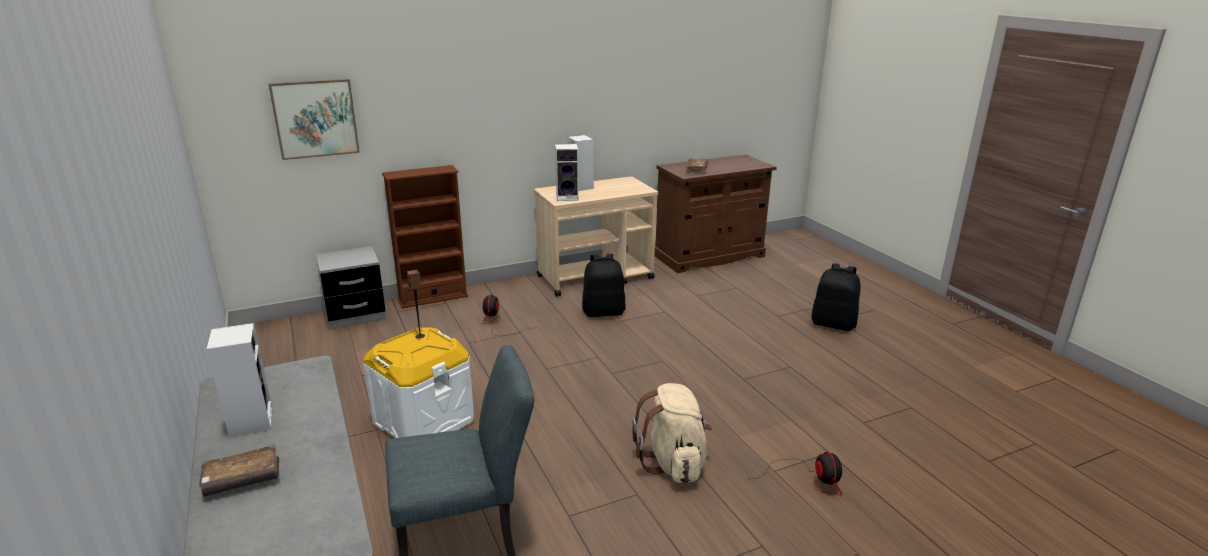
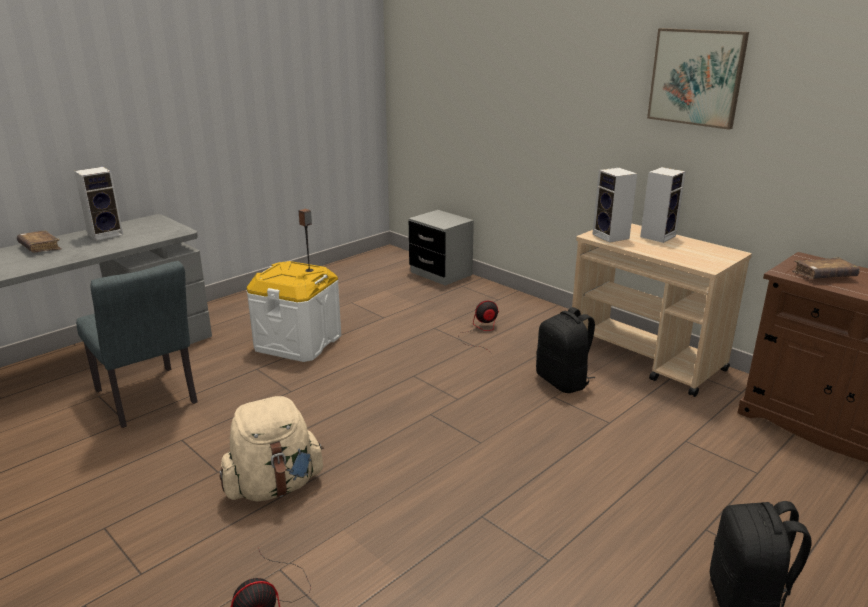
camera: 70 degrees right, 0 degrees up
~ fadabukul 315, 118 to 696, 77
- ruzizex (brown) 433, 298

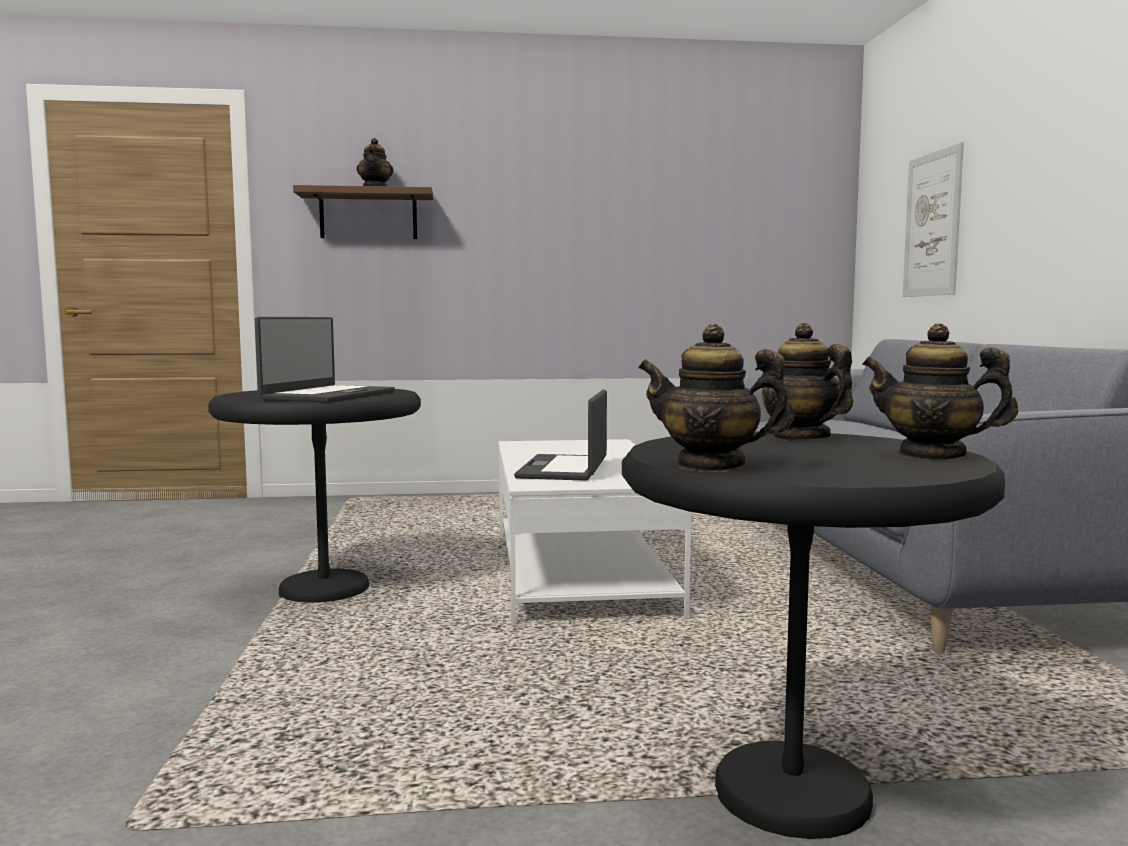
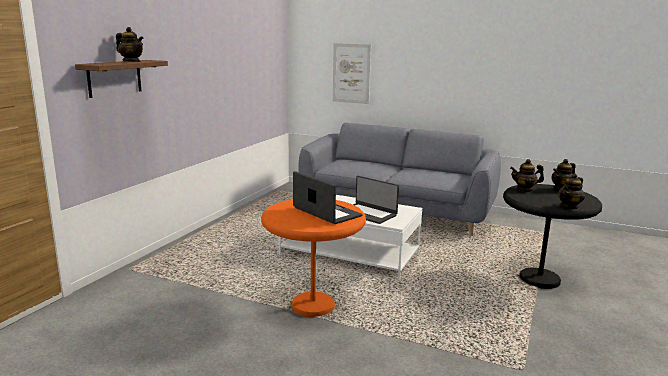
camera: 60 degrees left, 10 degrees up
~ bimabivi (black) 324, 590 to bimabivi (orange) 313, 306

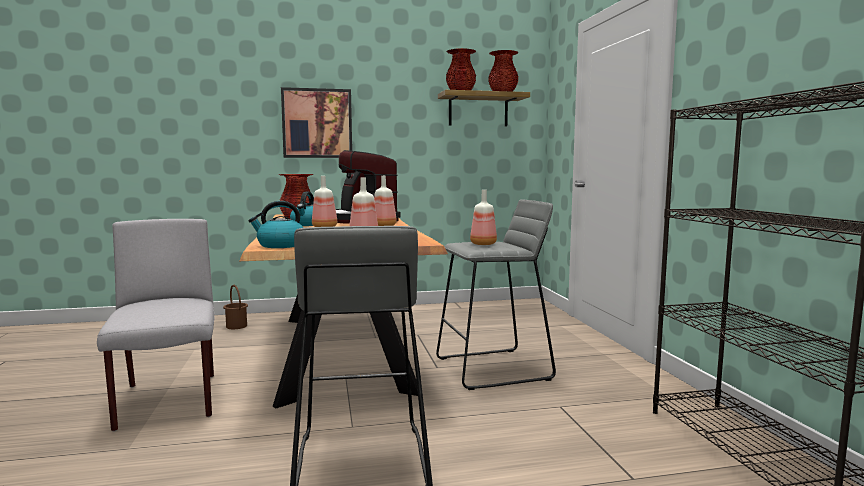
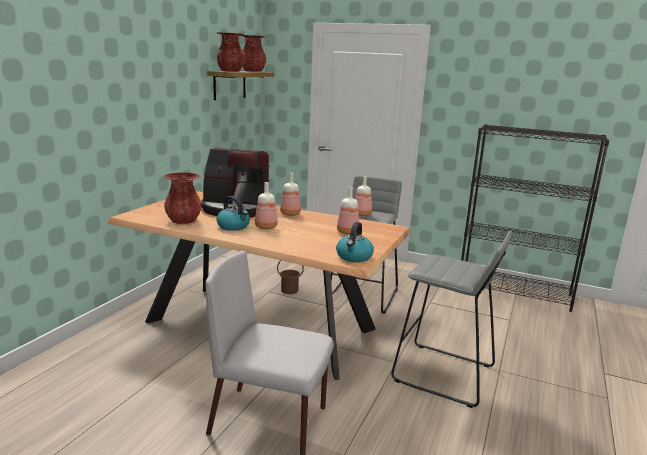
camera: 55 degrees left, 10 degrees up
~ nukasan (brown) 237, 326 to 289, 290
- fadabukul 317, 123

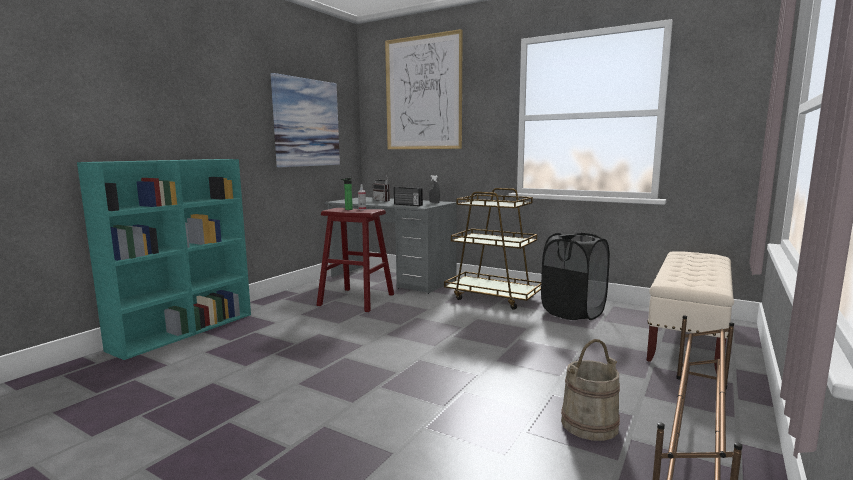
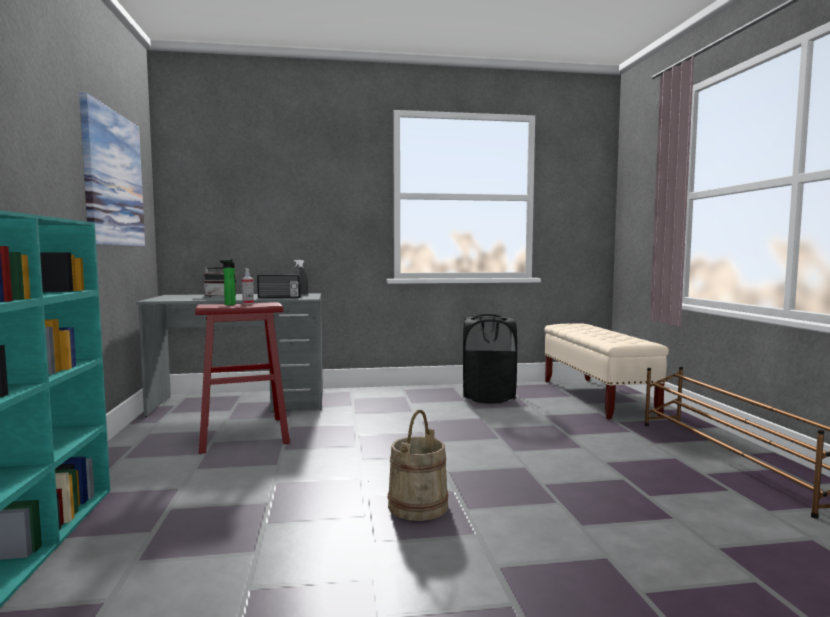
camera: 40 degrees left, 5 degrees down
~ nukasan (beige) 589, 424 to 417, 506
- fadabukul 423, 93
- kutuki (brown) 493, 297

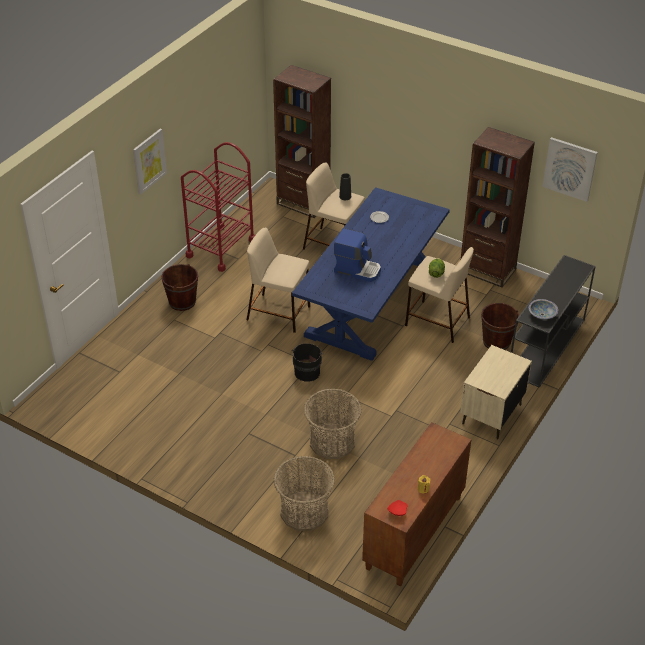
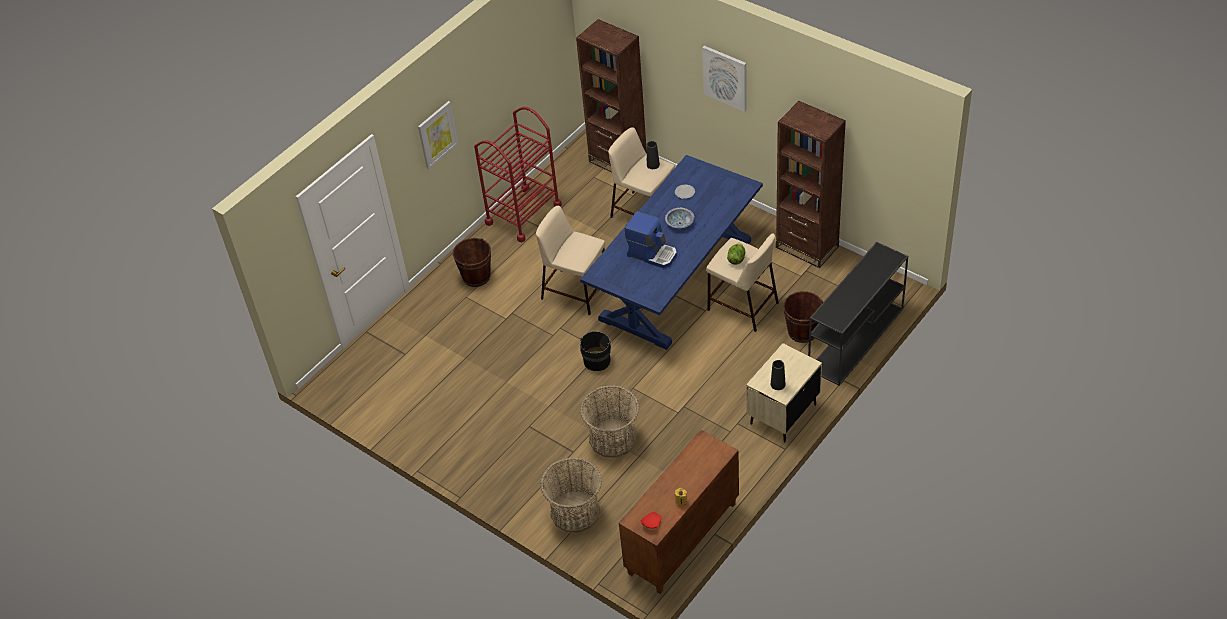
camera: 10 degrees right, 5 degrees up
~ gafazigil 542, 314 to 679, 223
~ fadabukul 570, 168 to 725, 77
+ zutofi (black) 778, 384

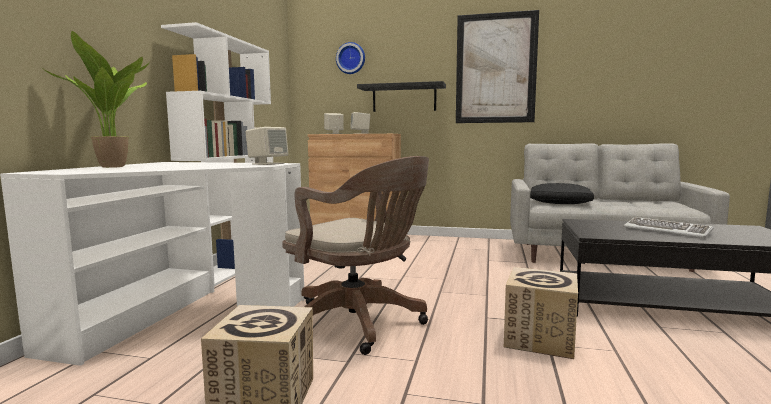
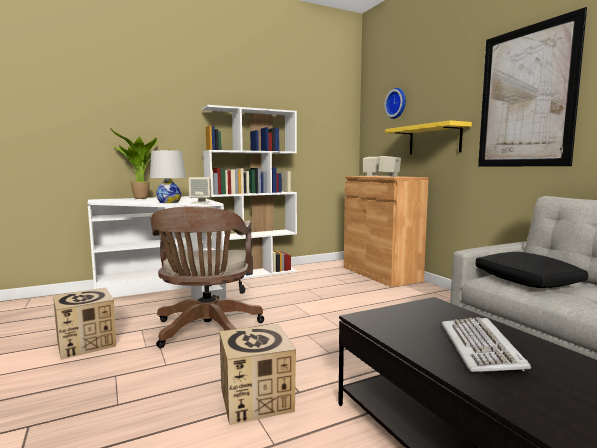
camera: 50 degrees right, 0 degrees up
+ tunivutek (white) 169, 202
~ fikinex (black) 404, 98 to fikinex (yellow) 434, 139

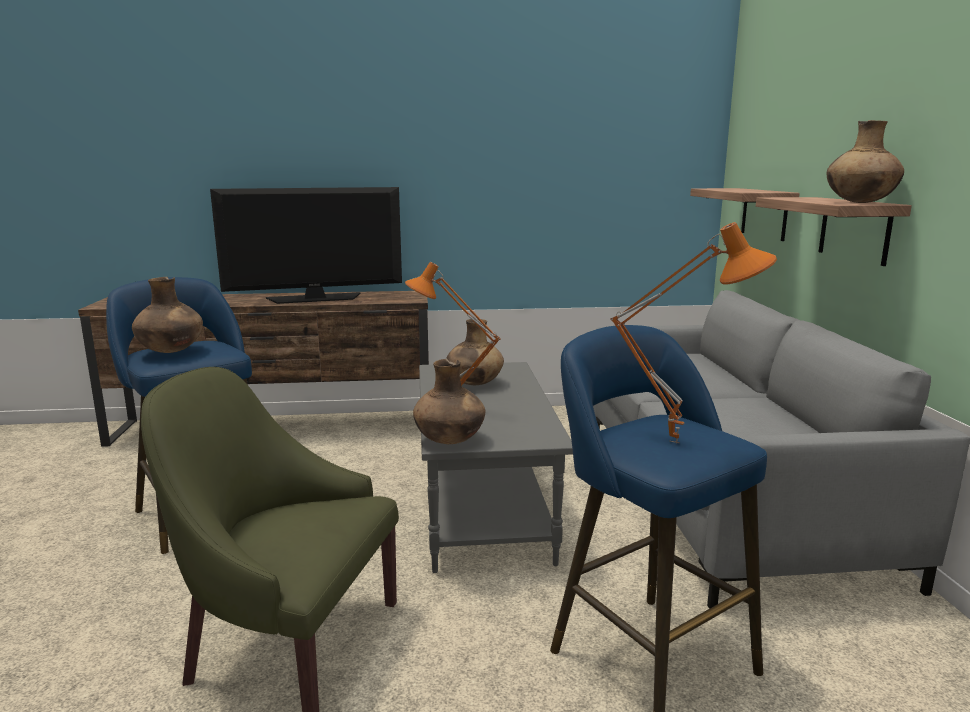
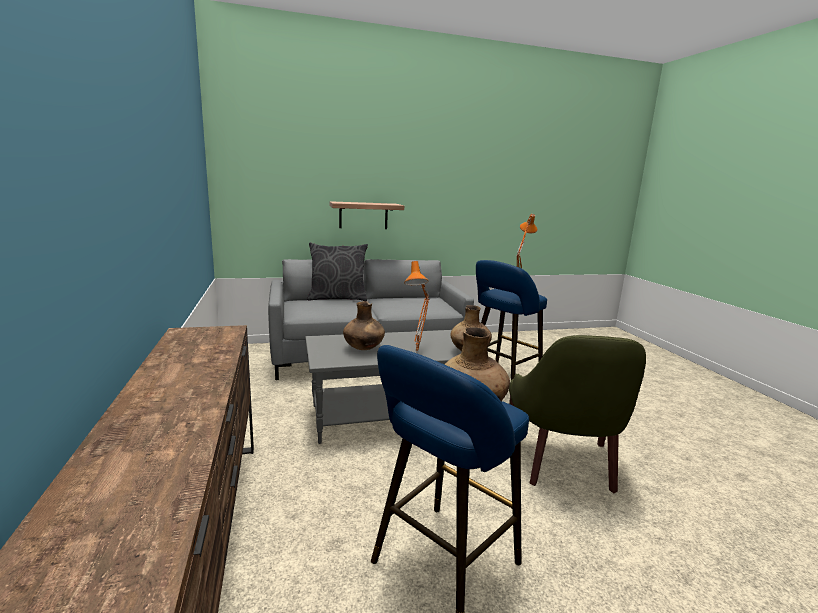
camera: 100 degrees left, 0 degrees up
+ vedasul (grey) 337, 298
- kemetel 315, 298
- fikinex 764, 213
- zutofi (brown) 859, 202

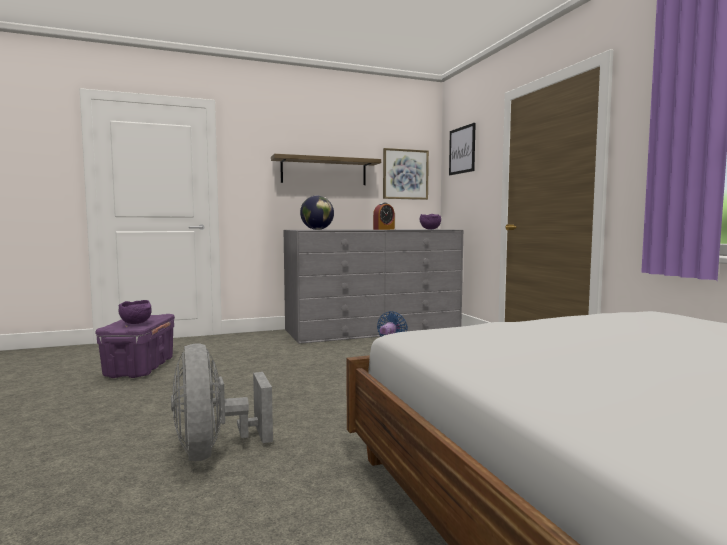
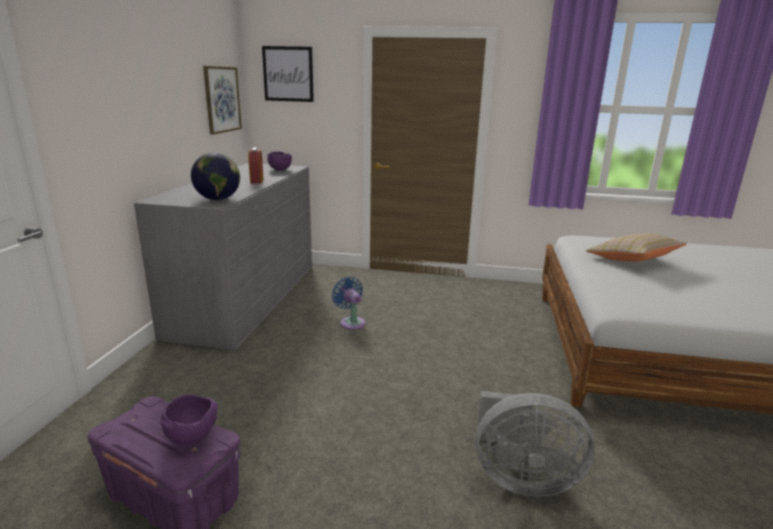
camera: 60 degrees left, 15 degrees up
+ vedasul (beige) 632, 260
- fikinex 324, 171

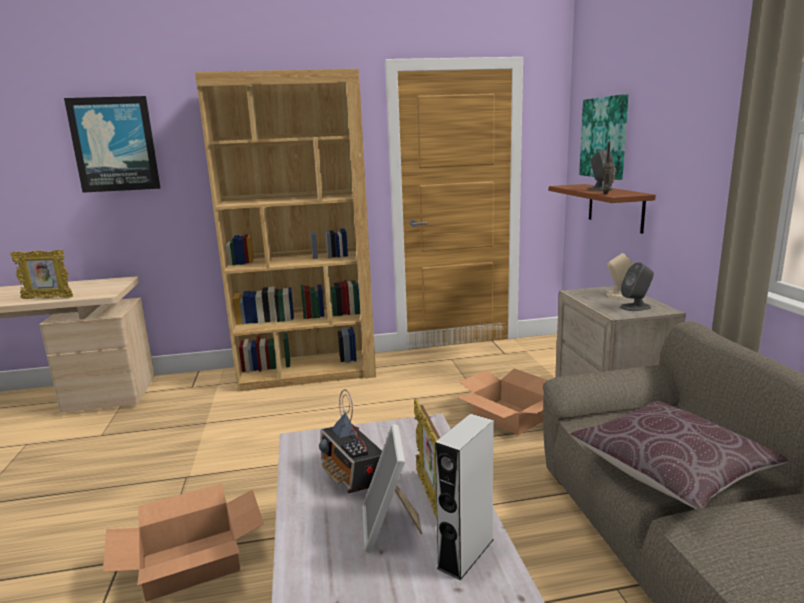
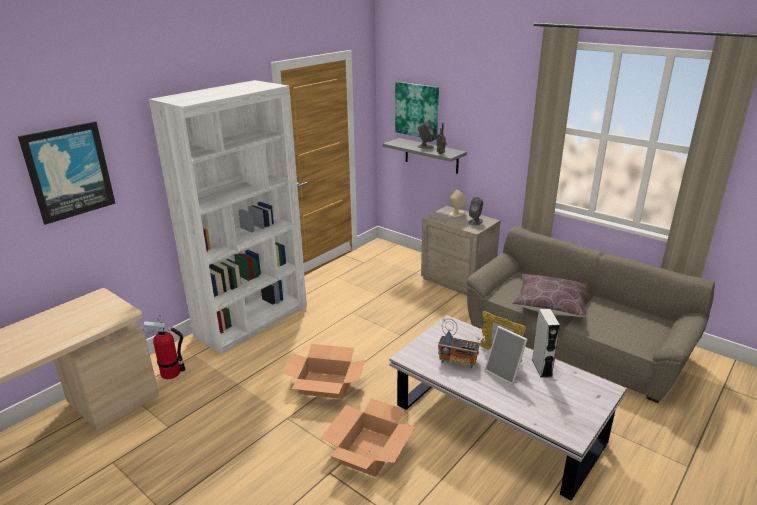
camera: 40 degrees left, 10 degrees up
+ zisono 170, 373
~ ruzizex (brown) 308, 372 to ruzizex (white) 252, 321
~ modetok 509, 417 to 325, 385
~ fikinex (brown) 615, 207 to fikinex (grey) 431, 156
- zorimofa 48, 298

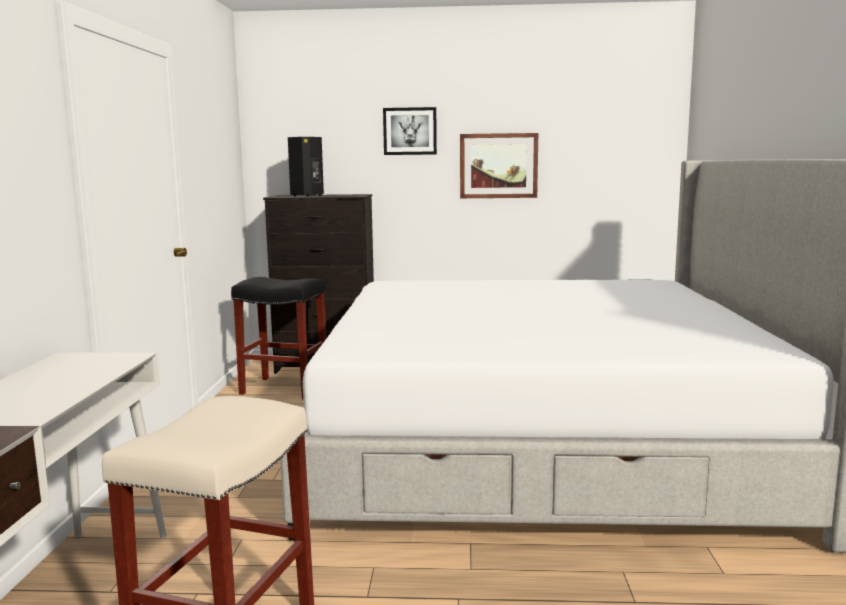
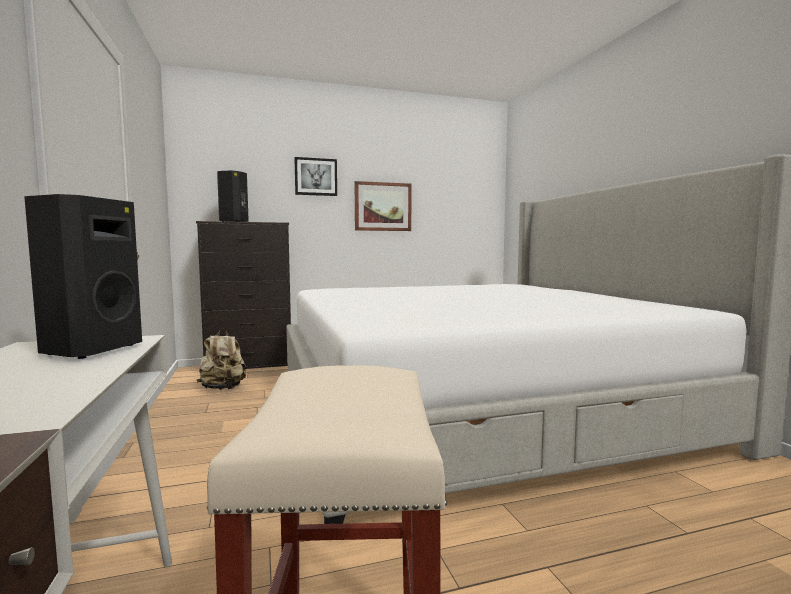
camera: 20 degrees left, 5 degrees down
+ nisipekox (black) 90, 350
~ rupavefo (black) 285, 388 to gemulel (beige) 223, 389

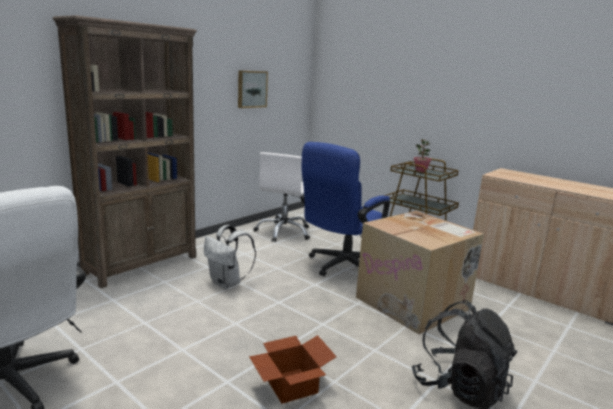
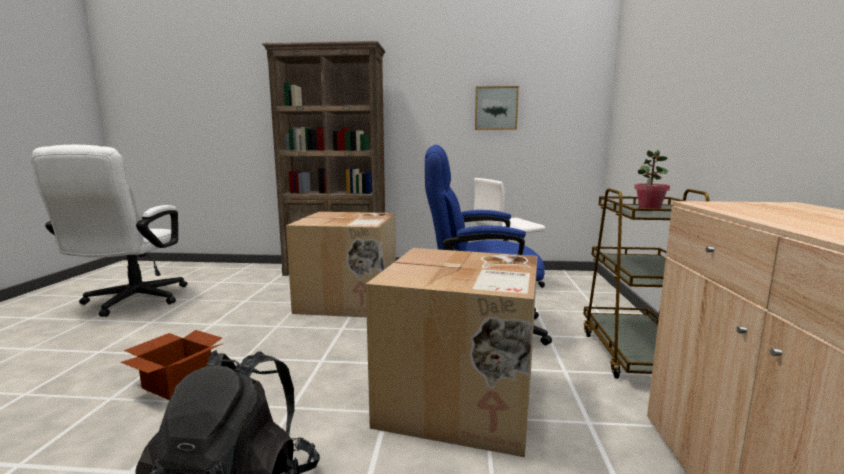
camera: 55 degrees right, 5 degrees down
~ gemulel (white) 227, 283 to modetok 349, 300

